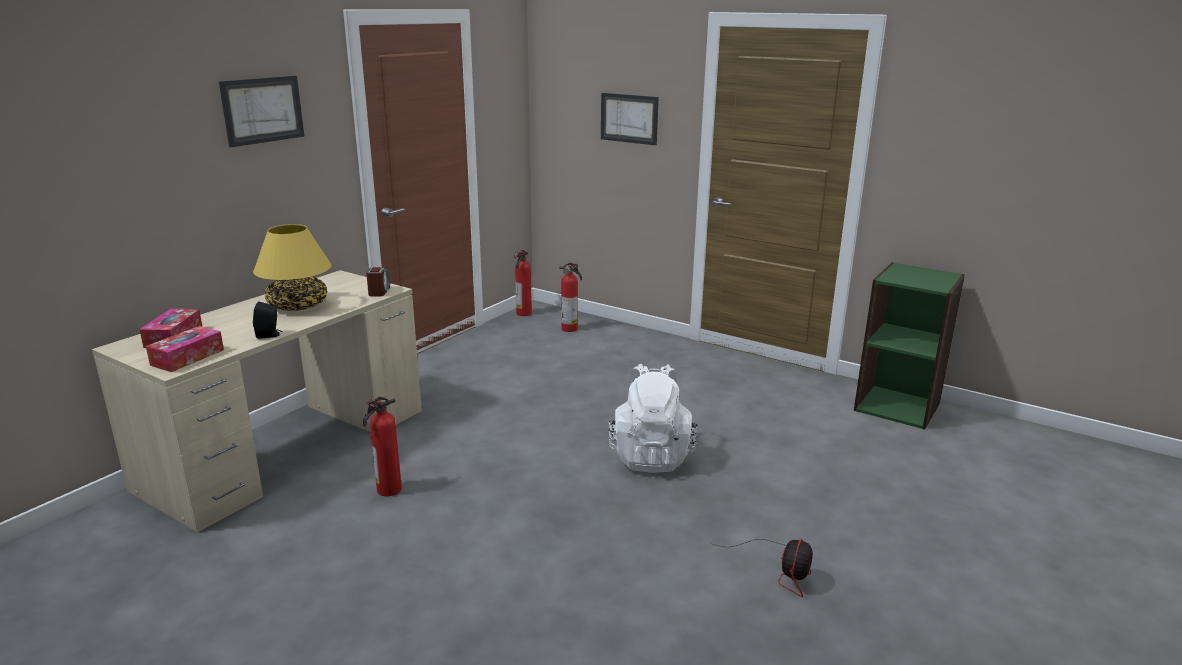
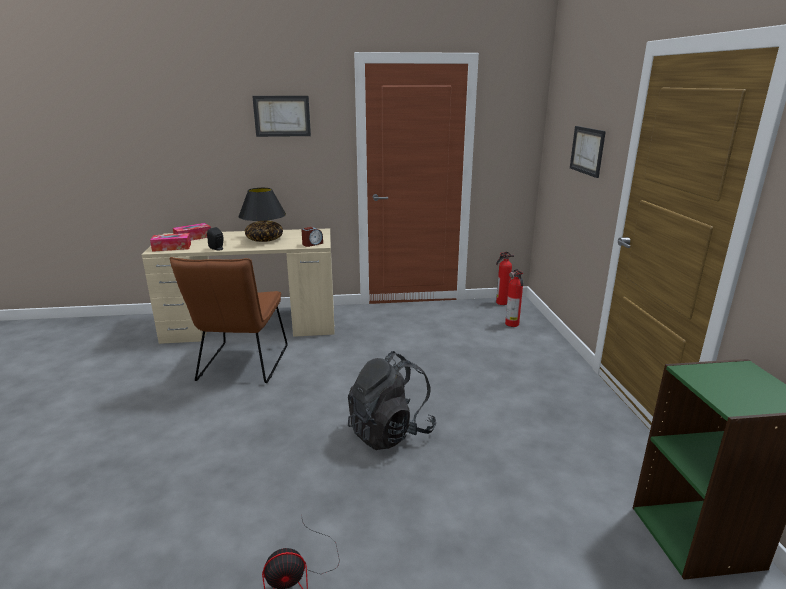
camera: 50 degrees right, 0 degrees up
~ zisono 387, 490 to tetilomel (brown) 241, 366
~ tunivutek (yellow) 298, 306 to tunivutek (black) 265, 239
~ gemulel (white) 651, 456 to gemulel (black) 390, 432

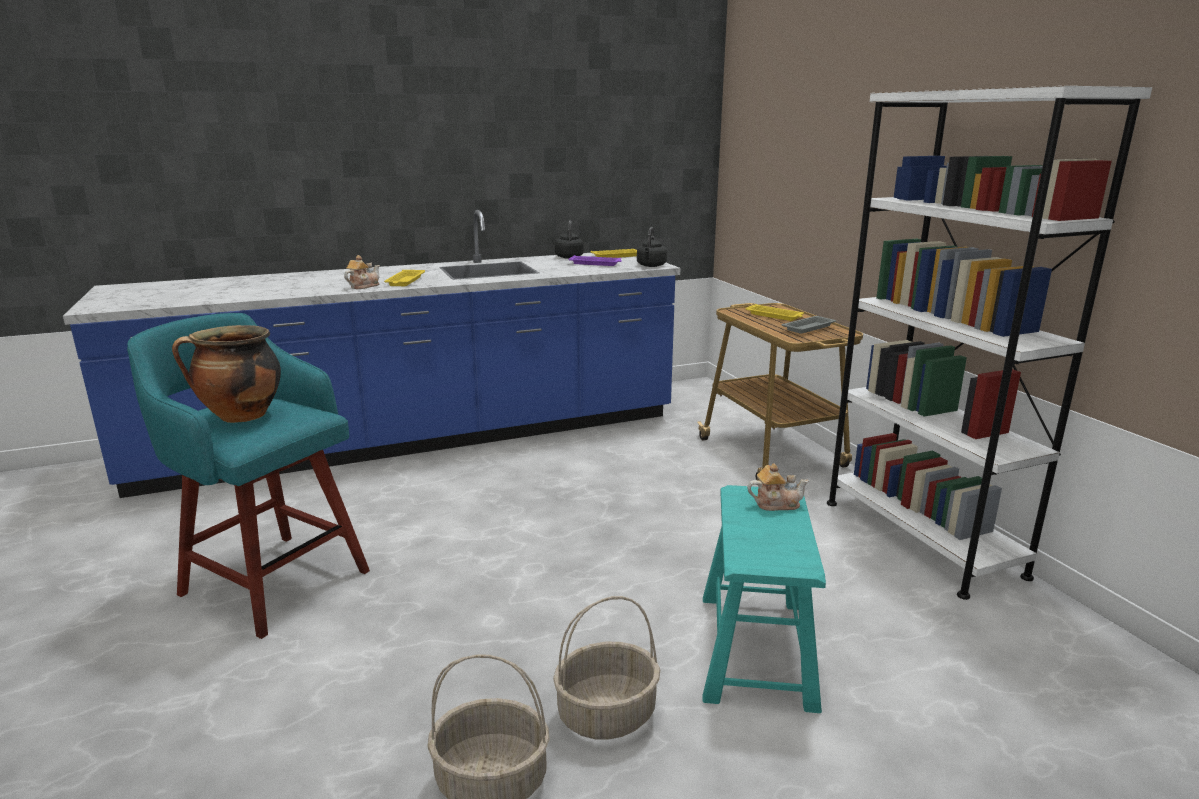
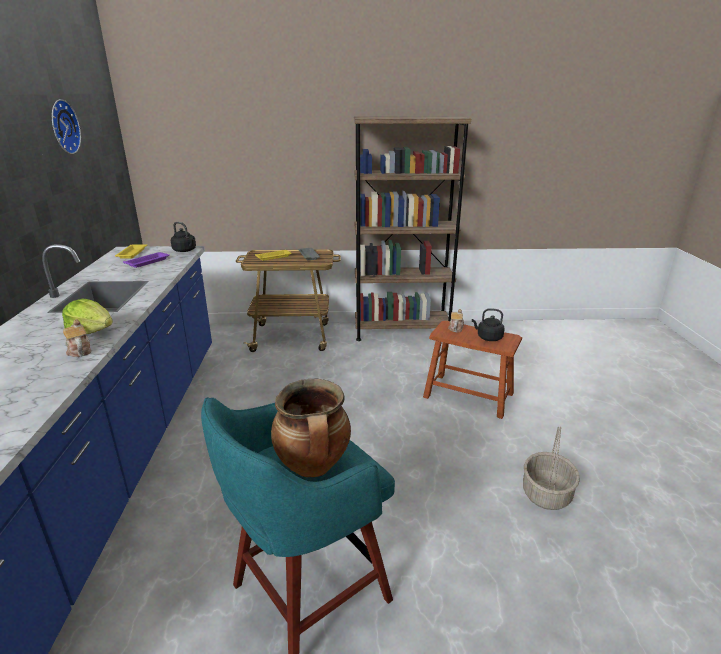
camera: 70 degrees left, 5 degrees up
+ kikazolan 62, 127
~ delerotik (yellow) 405, 281 to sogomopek 91, 331
~ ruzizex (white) 920, 537 to ruzizex (brown) 401, 331
~ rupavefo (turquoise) 755, 649 to rupavefo (brown) 468, 395
~ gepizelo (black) 569, 257 to 488, 337
- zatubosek 606, 715

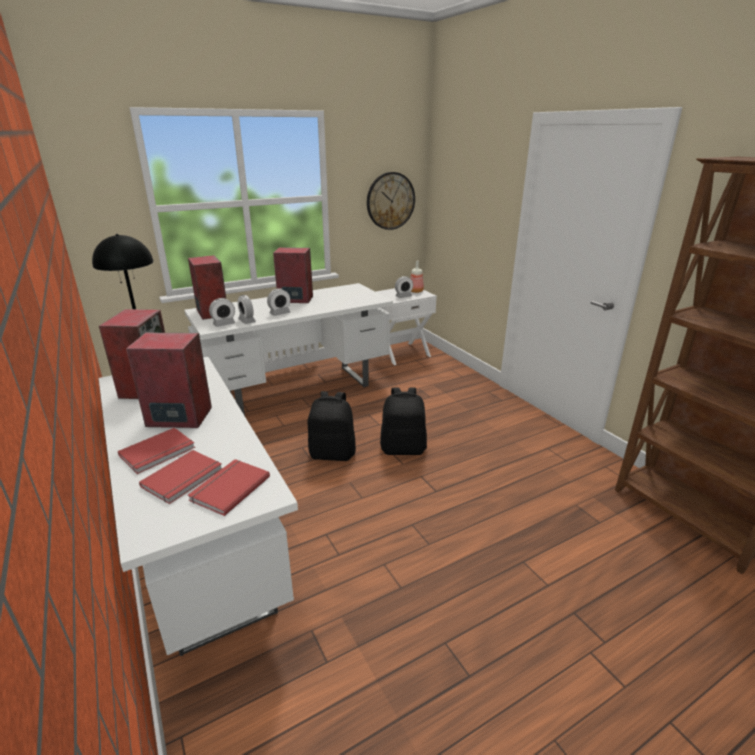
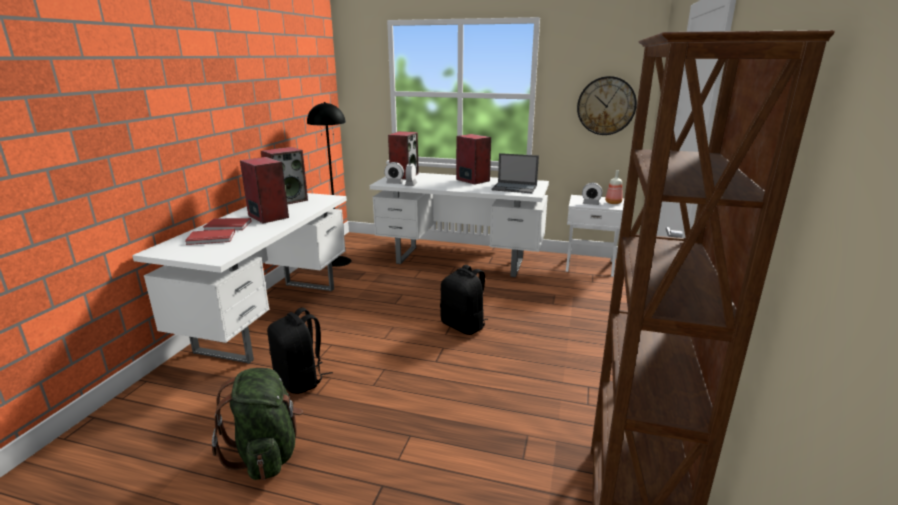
camera: 45 degrees right, 5 degrees down
+ gemulel (green) 267, 453
~ gemulel (black) 333, 453 to 300, 380
+ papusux 515, 188
- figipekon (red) 228, 488
- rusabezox 280, 313

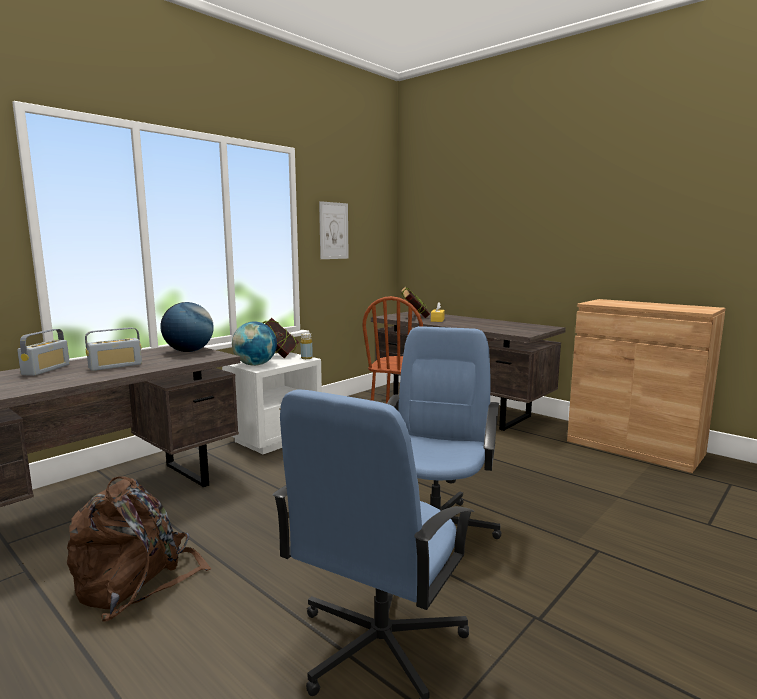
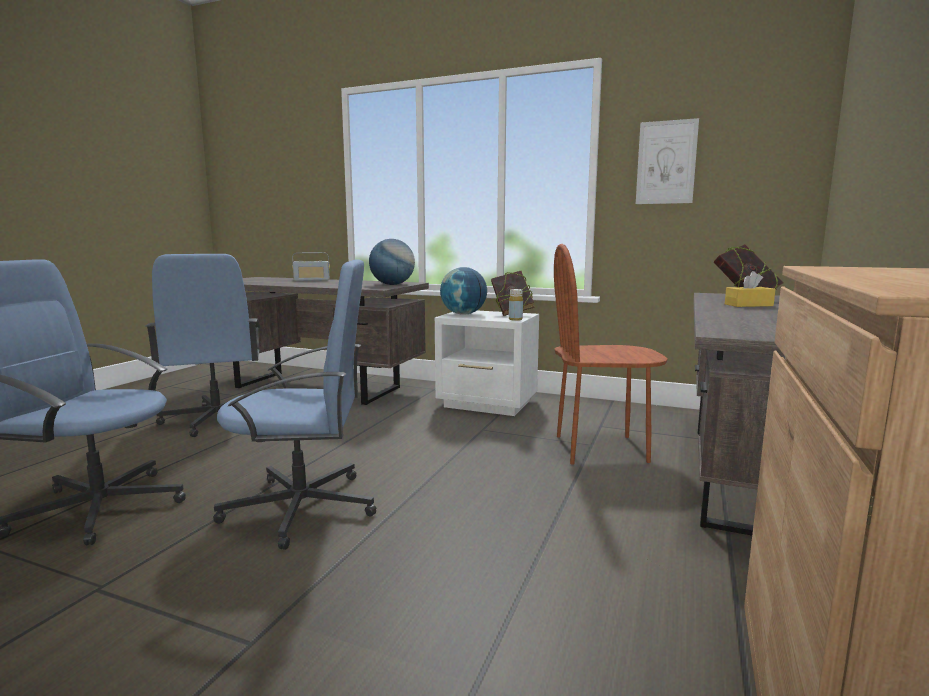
camera: 70 degrees right, 0 degrees up
~ gemulel (brown) 137, 581 to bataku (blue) 215, 419
- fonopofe 115, 366

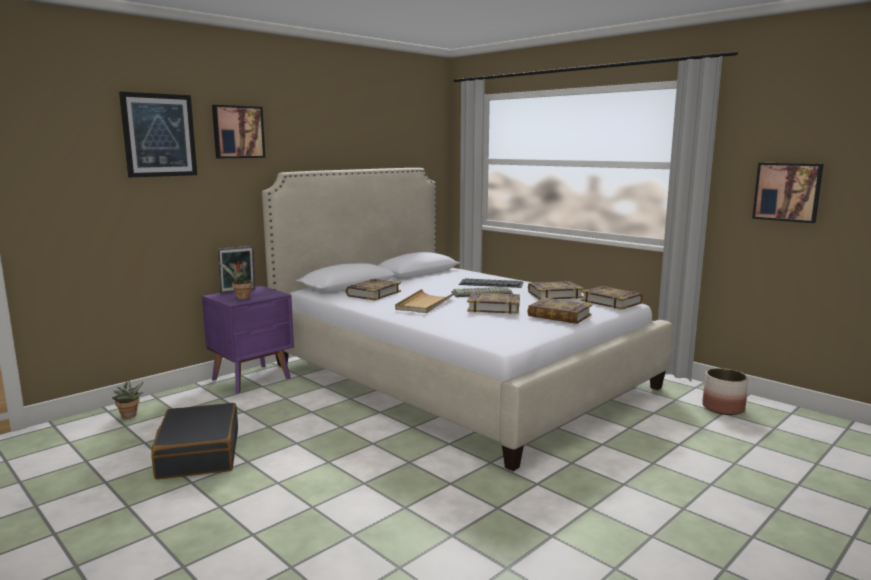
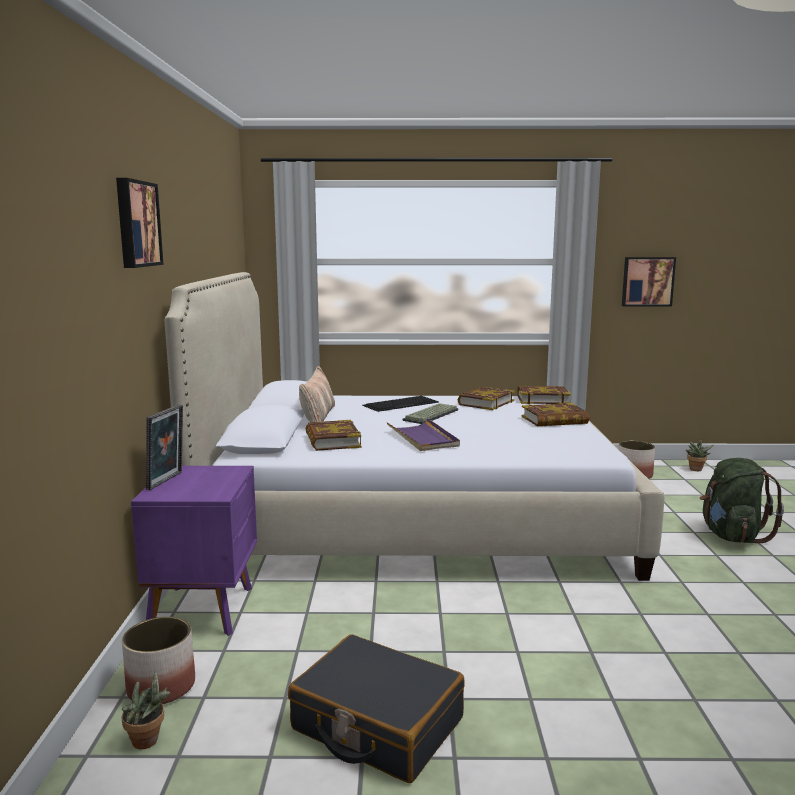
camera: 45 degrees left, 0 degrees up
+ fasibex 161, 686
+ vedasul 318, 417
~ delerotik (beige) 424, 304 to delerotik (purple) 423, 438
~ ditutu 241, 298 to 695, 470
+ gemulel (green) 732, 536
- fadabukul 159, 135
- figipekon 494, 307

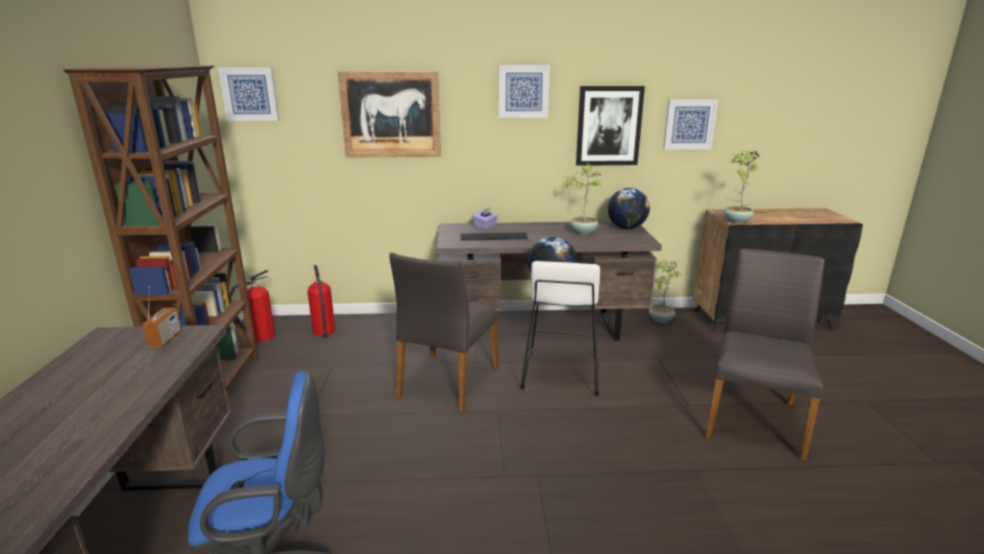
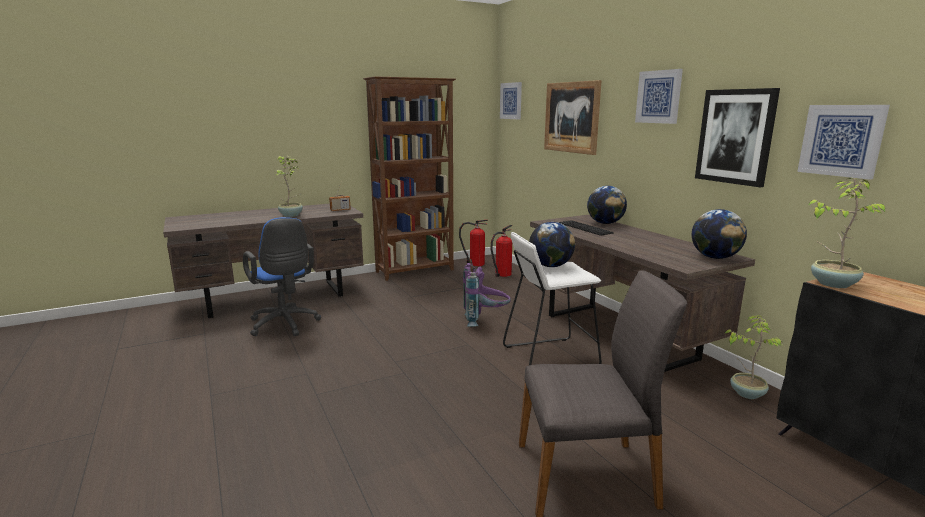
camera: 65 degrees right, 5 degrees down
~ ditutu 583, 232 to 291, 215
~ tetilomel (grey) 447, 382 to gemulel (purple) 485, 321
~ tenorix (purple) 485, 227 to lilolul 605, 223

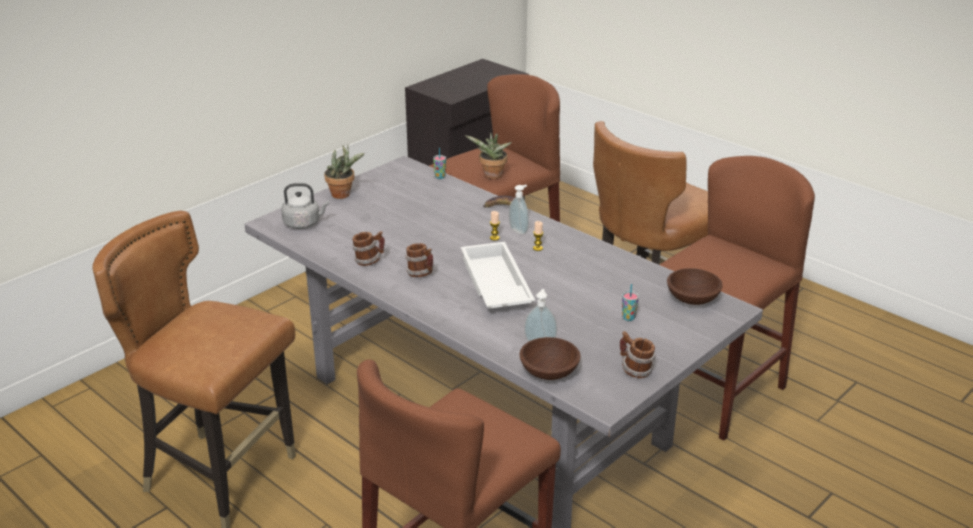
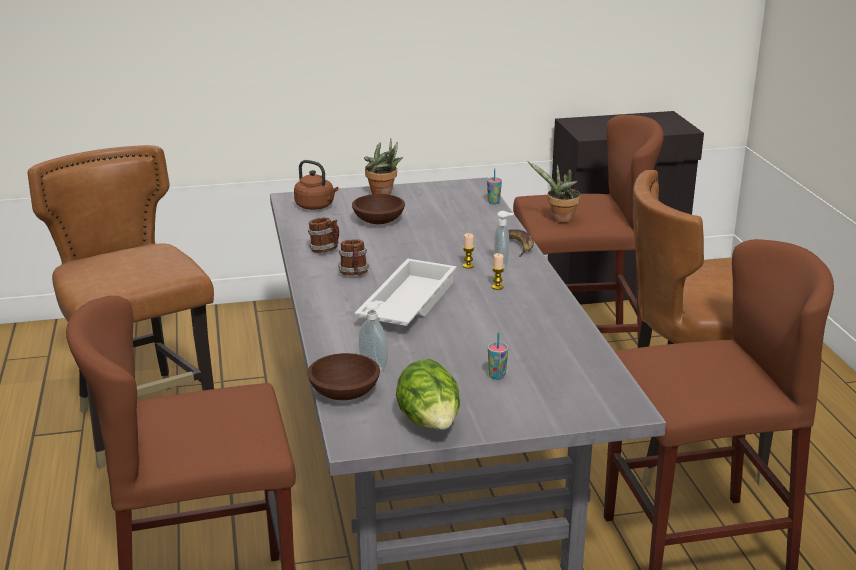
camera: 35 degrees right, 5 degrees down
~ gepizelo (grey) 304, 223 to gepizelo (brown) 316, 206
~ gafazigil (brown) 693, 299 to 378, 221
~ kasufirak 635, 370 to sogomopek 430, 424

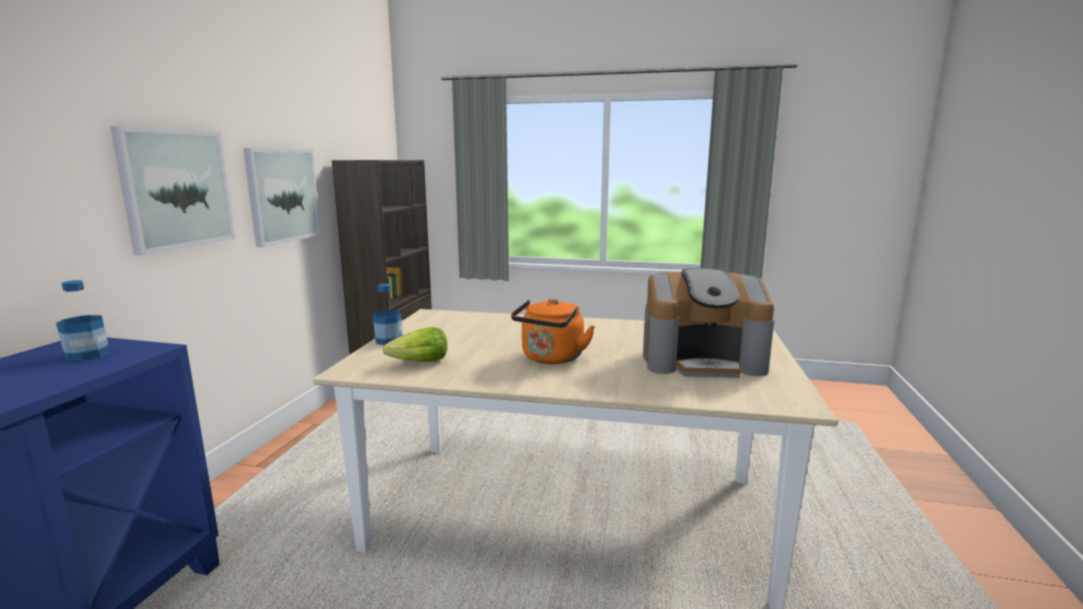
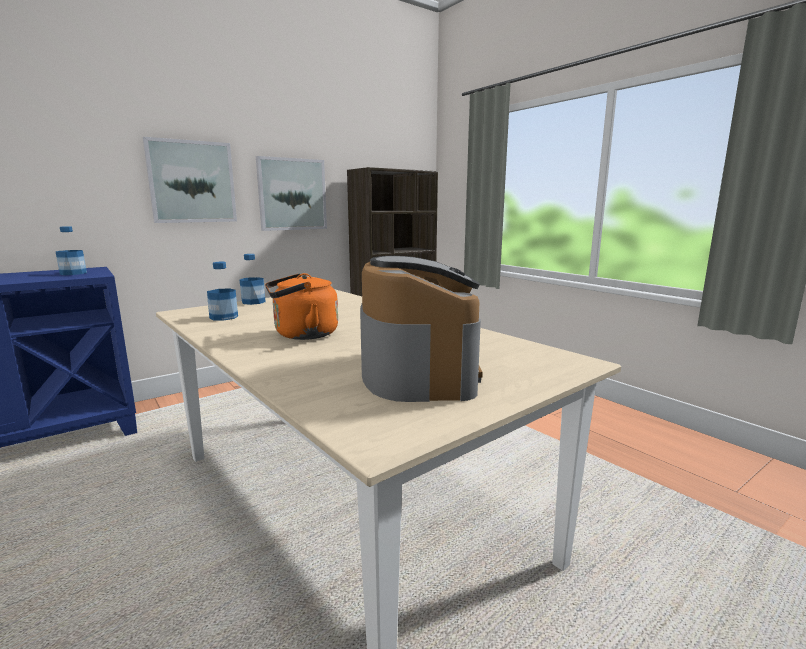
camera: 40 degrees right, 0 degrees up
~ sogomopek 420, 363 to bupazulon 224, 317
~ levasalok 702, 360 = 419, 370 135 degrees counterclockwise

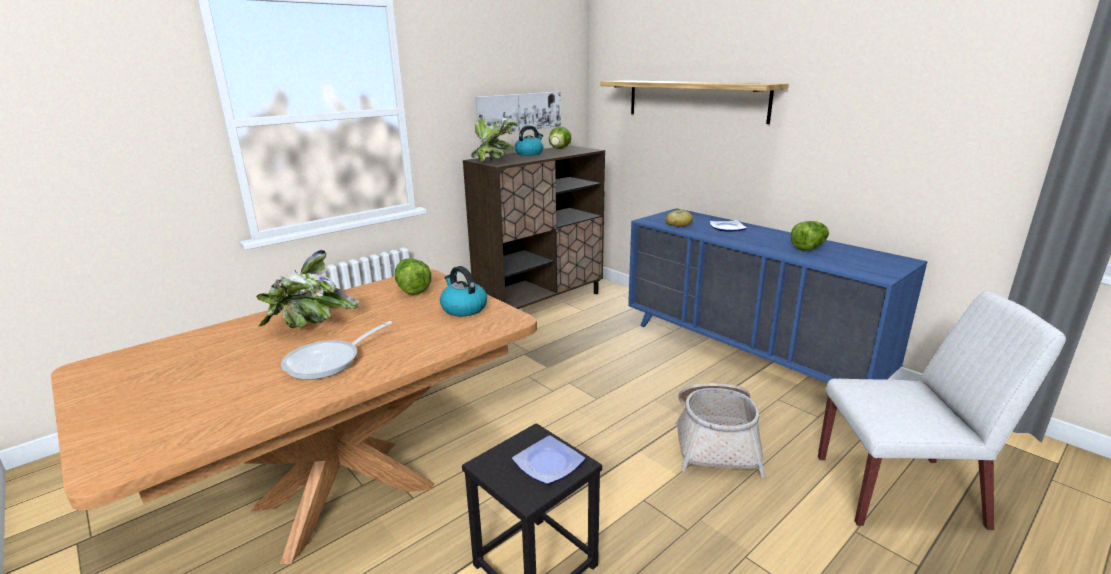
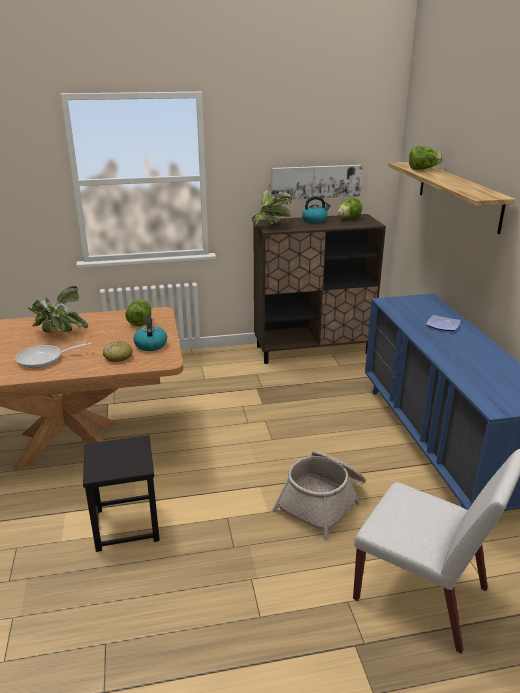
camera: 30 degrees right, 5 degrees up
~ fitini 678, 224 to 117, 357
~ sogomopek 809, 248 to 422, 169
- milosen 547, 464

